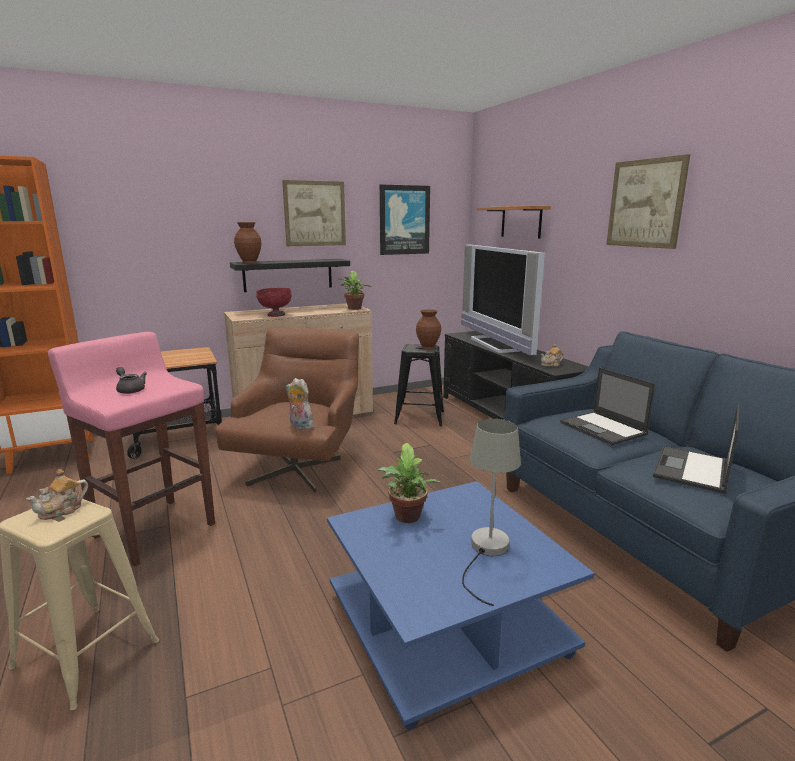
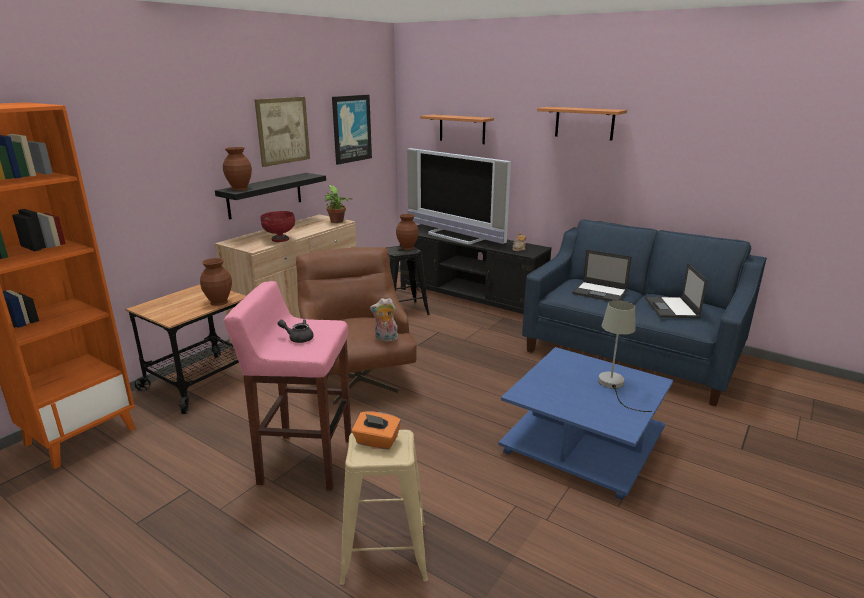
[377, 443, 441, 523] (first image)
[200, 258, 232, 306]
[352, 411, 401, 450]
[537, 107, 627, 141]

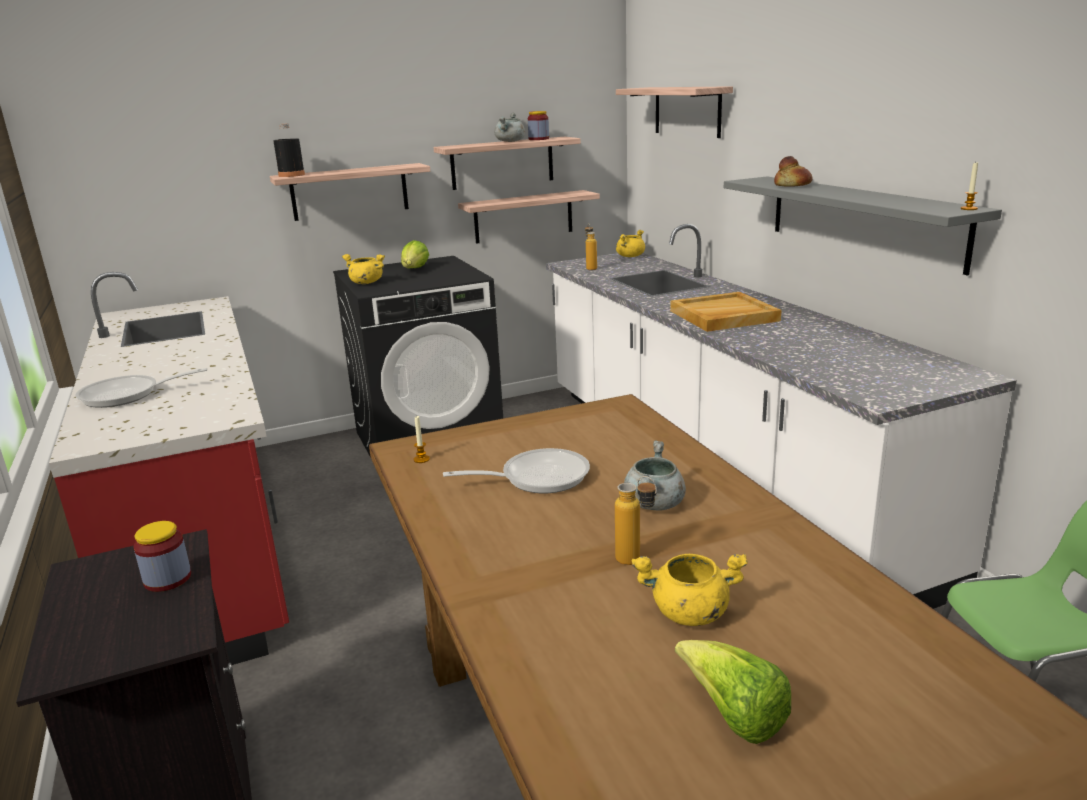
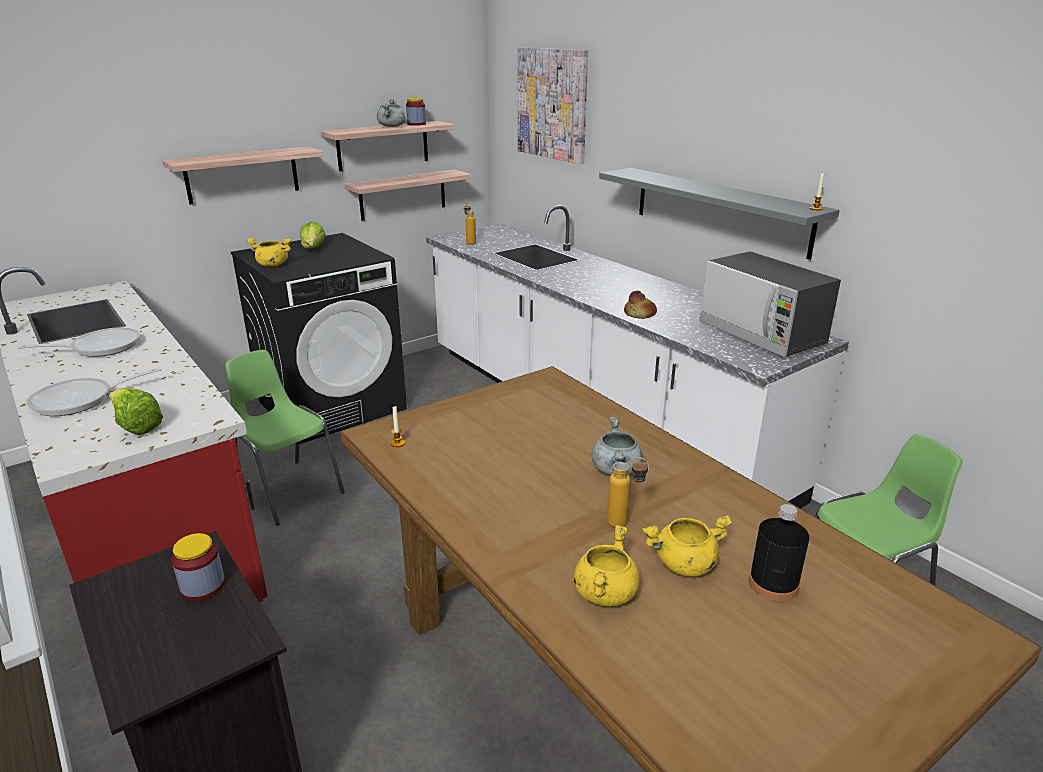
[670, 292, 782, 332] (first image)
[225, 350, 345, 526]
[699, 251, 841, 357]
[749, 504, 809, 601]
[17, 327, 140, 357]
[574, 525, 640, 606]
[109, 388, 163, 435]
[624, 291, 657, 319]
[517, 47, 588, 164]

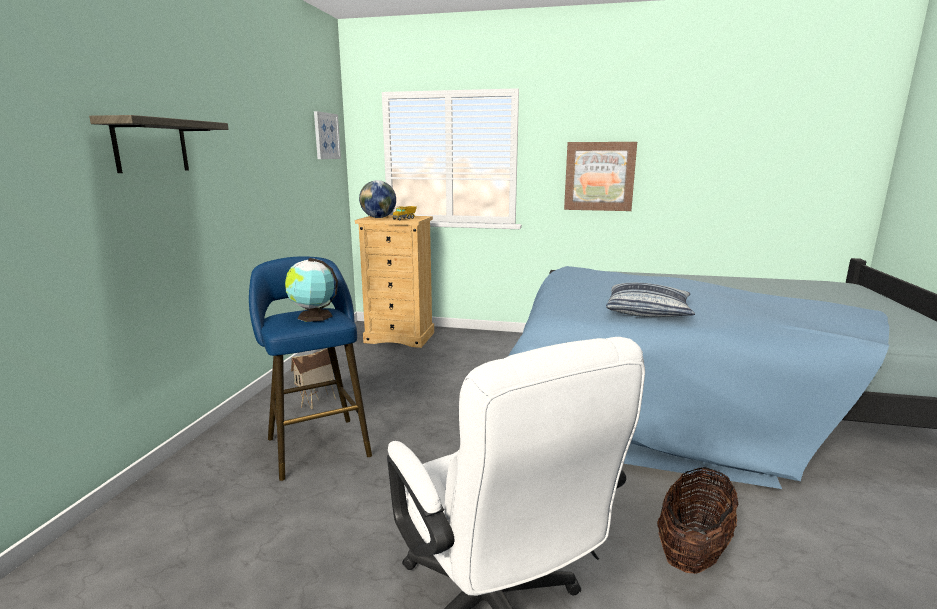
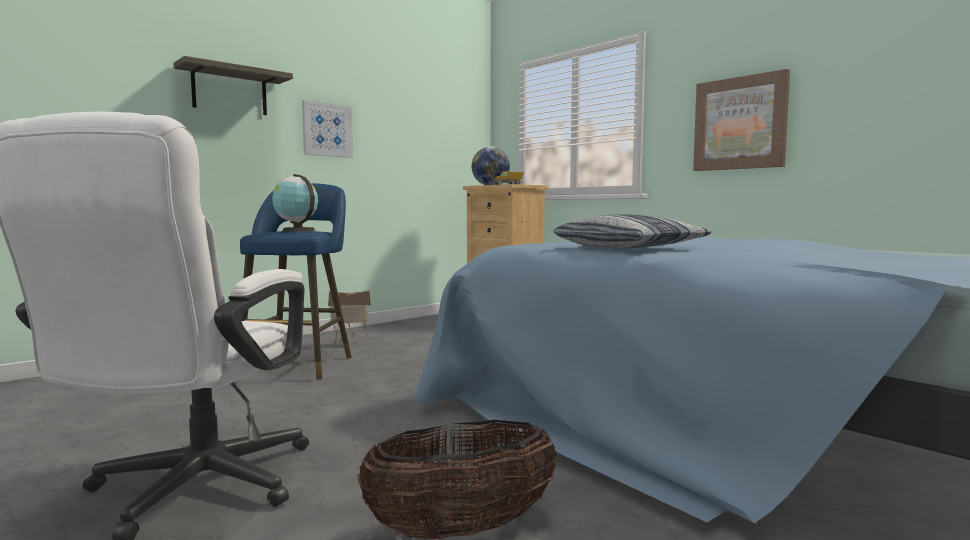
[302, 100, 353, 158]

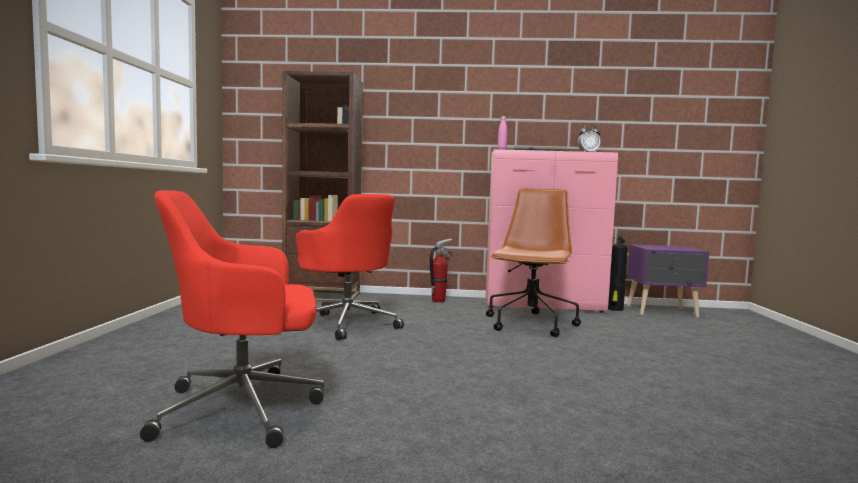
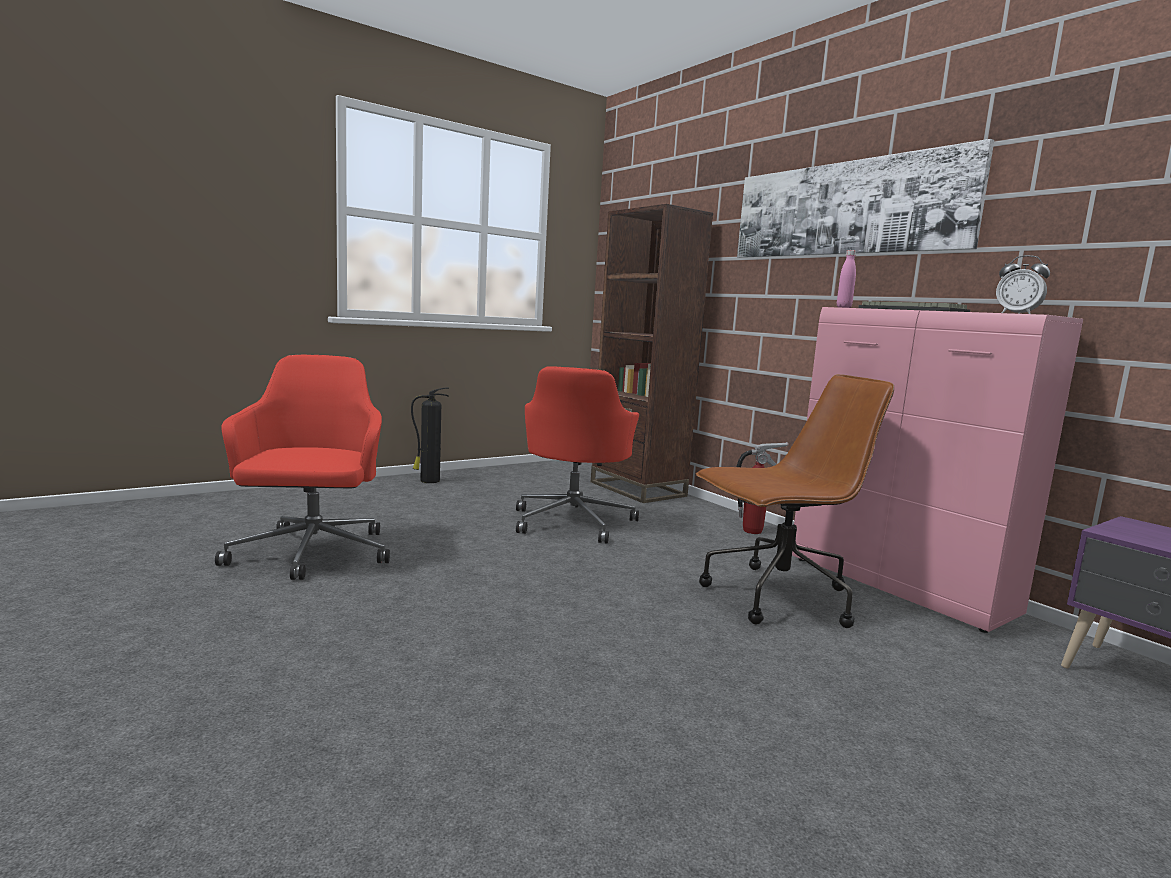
[737, 139, 994, 258]
[411, 387, 449, 483]
[215, 355, 390, 580]

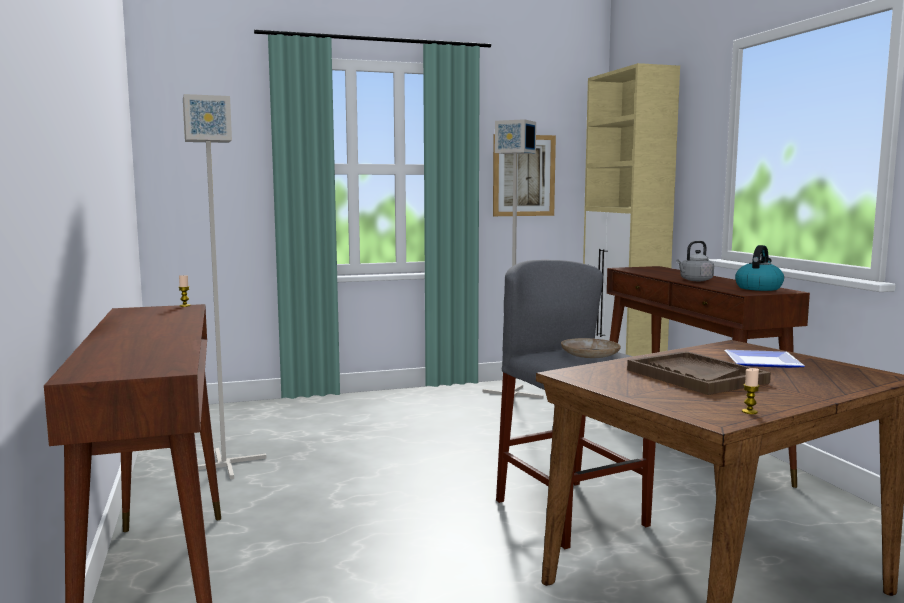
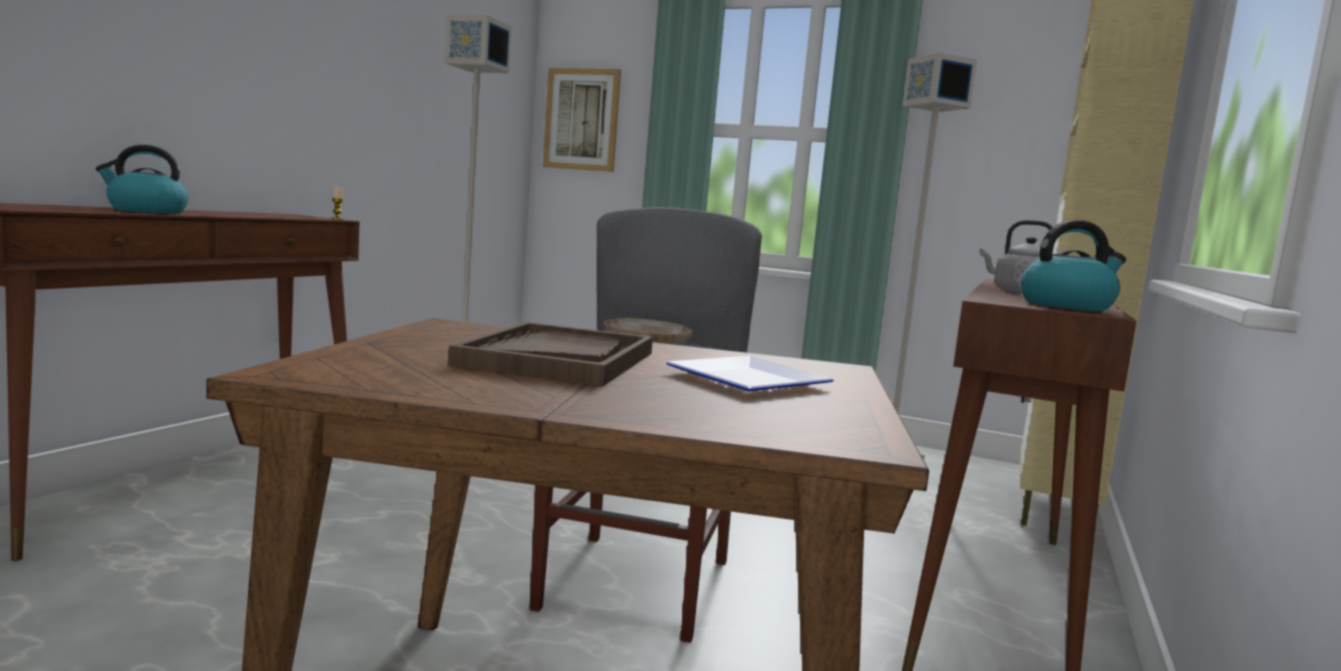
[742, 368, 760, 414] (first image)
[96, 145, 188, 214]
[543, 68, 621, 172]

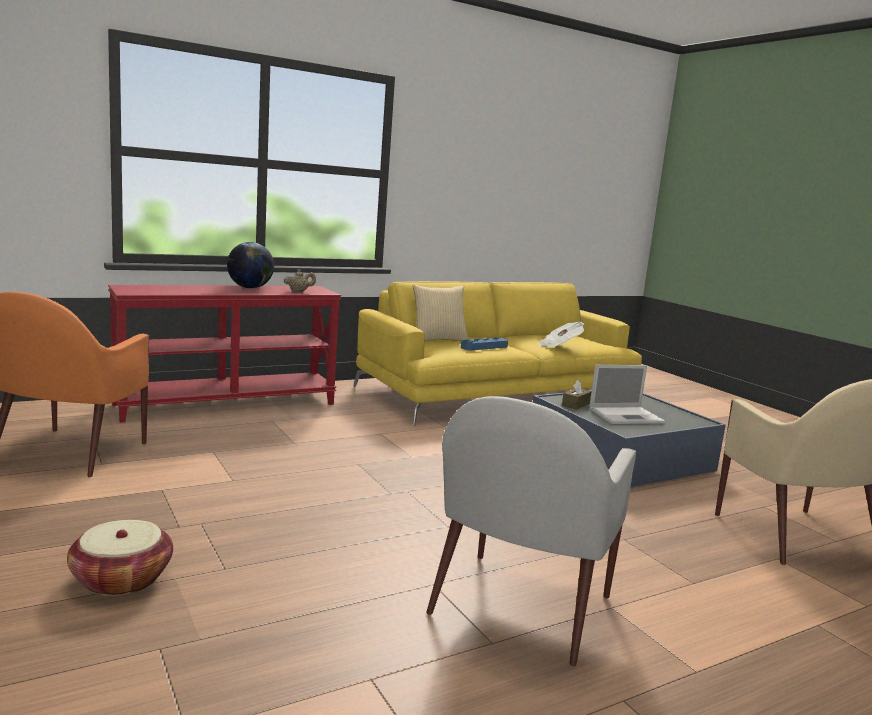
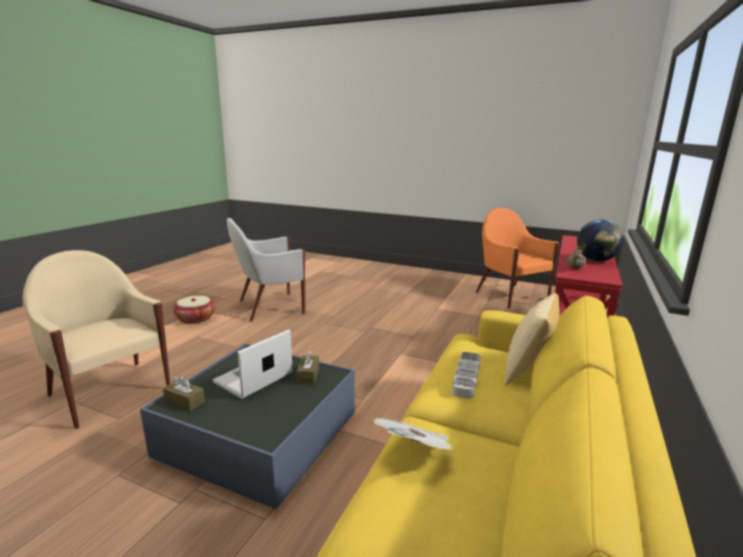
[163, 376, 205, 411]
[173, 295, 216, 324]
[452, 352, 481, 399]
[227, 218, 305, 322]

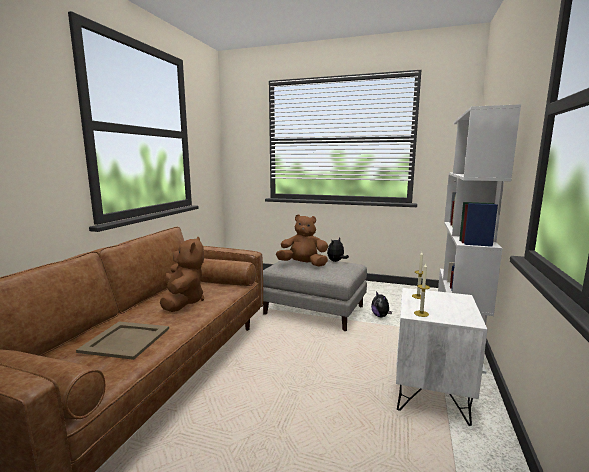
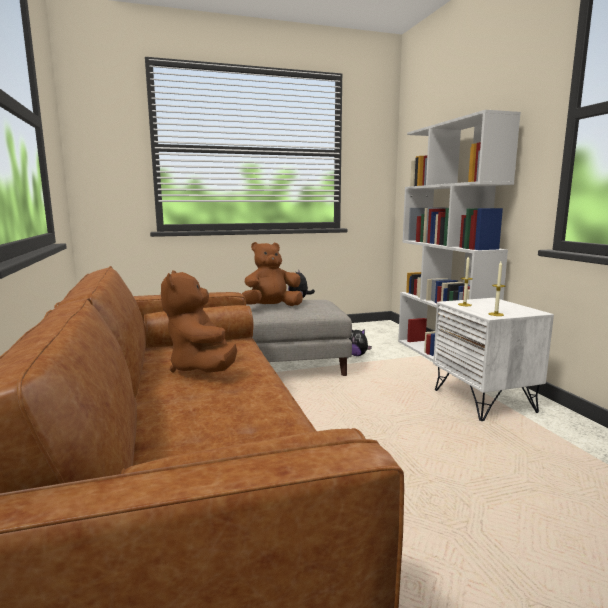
[76, 321, 169, 360] (first image)
[161, 271, 237, 373]

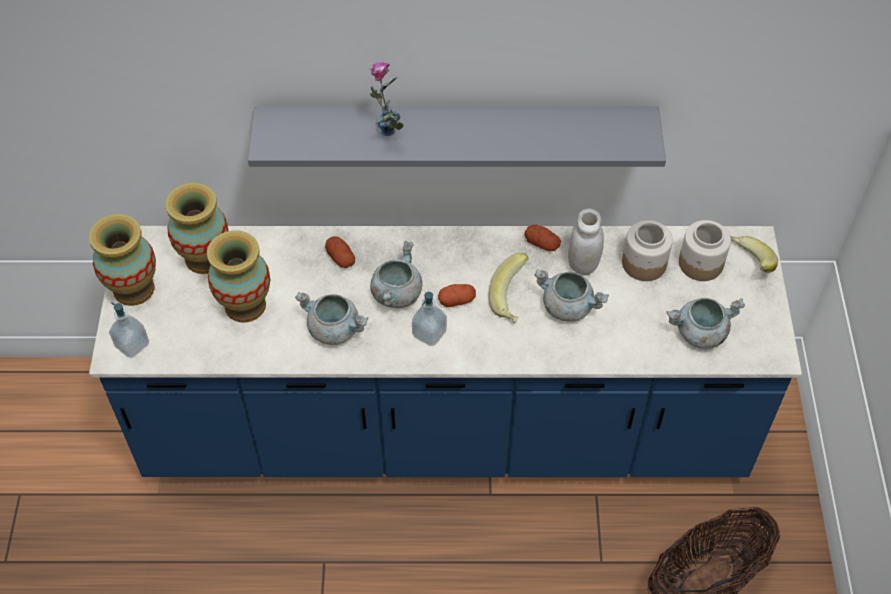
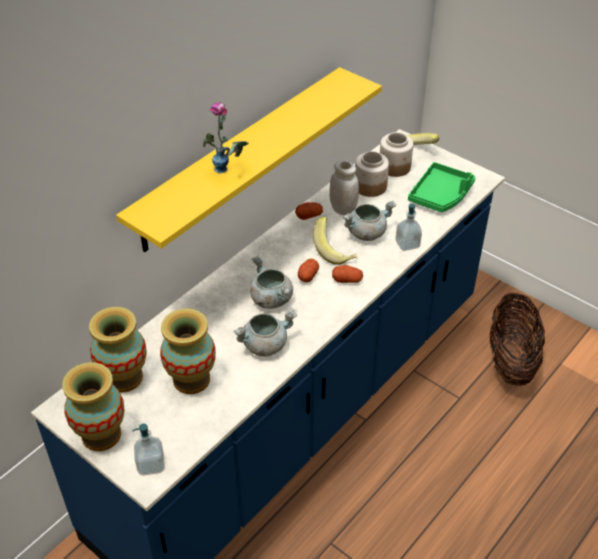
[332, 265, 363, 283]
[395, 203, 422, 251]
[408, 162, 475, 212]
[116, 67, 382, 252]

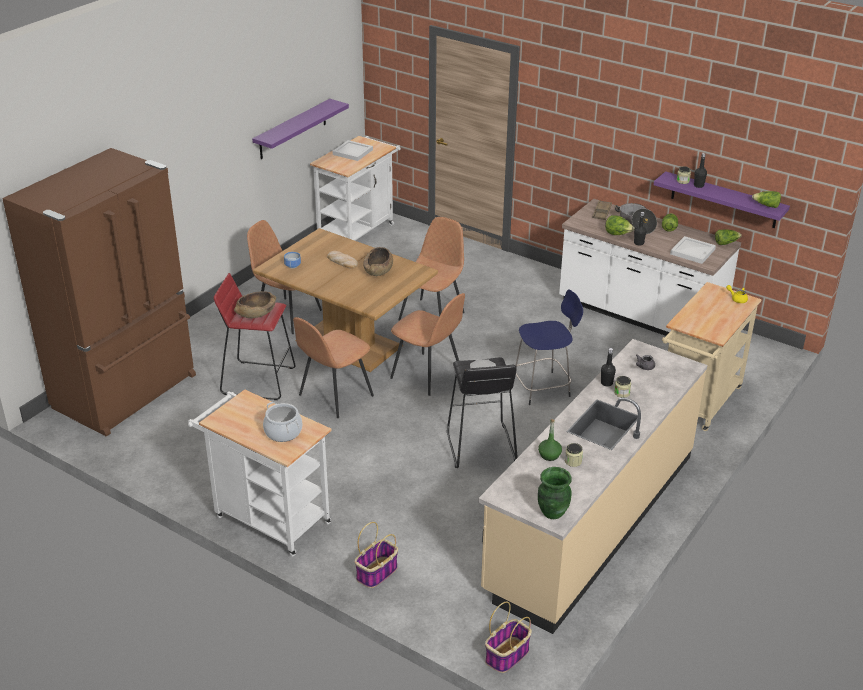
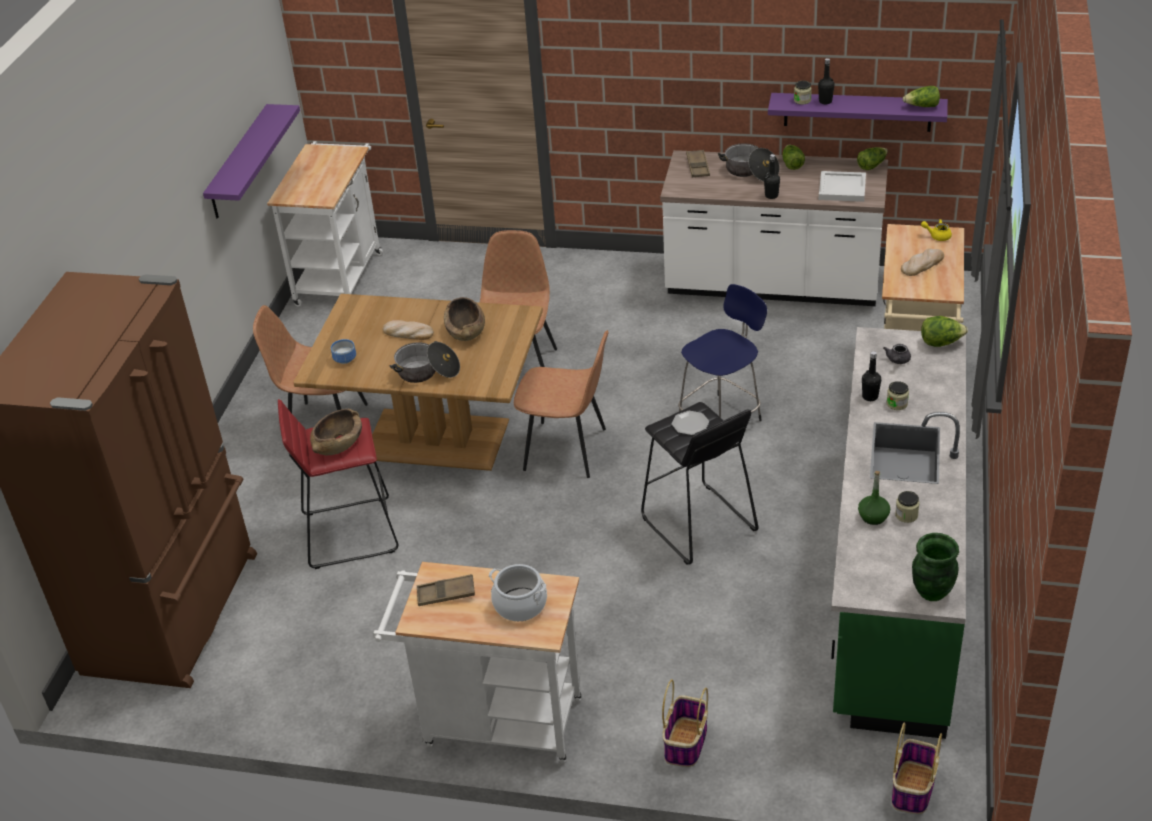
[293, 317, 374, 418] (first image)
[333, 140, 373, 161] (first image)
[390, 341, 460, 383]
[417, 574, 475, 606]
[901, 248, 944, 276]
[921, 316, 968, 347]
[831, 327, 966, 739]

